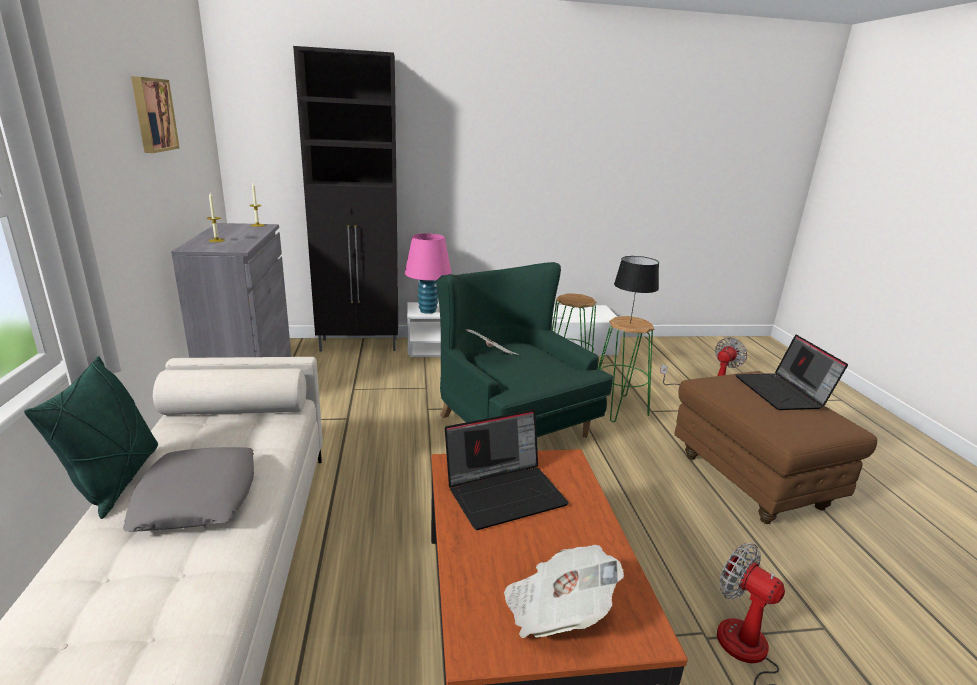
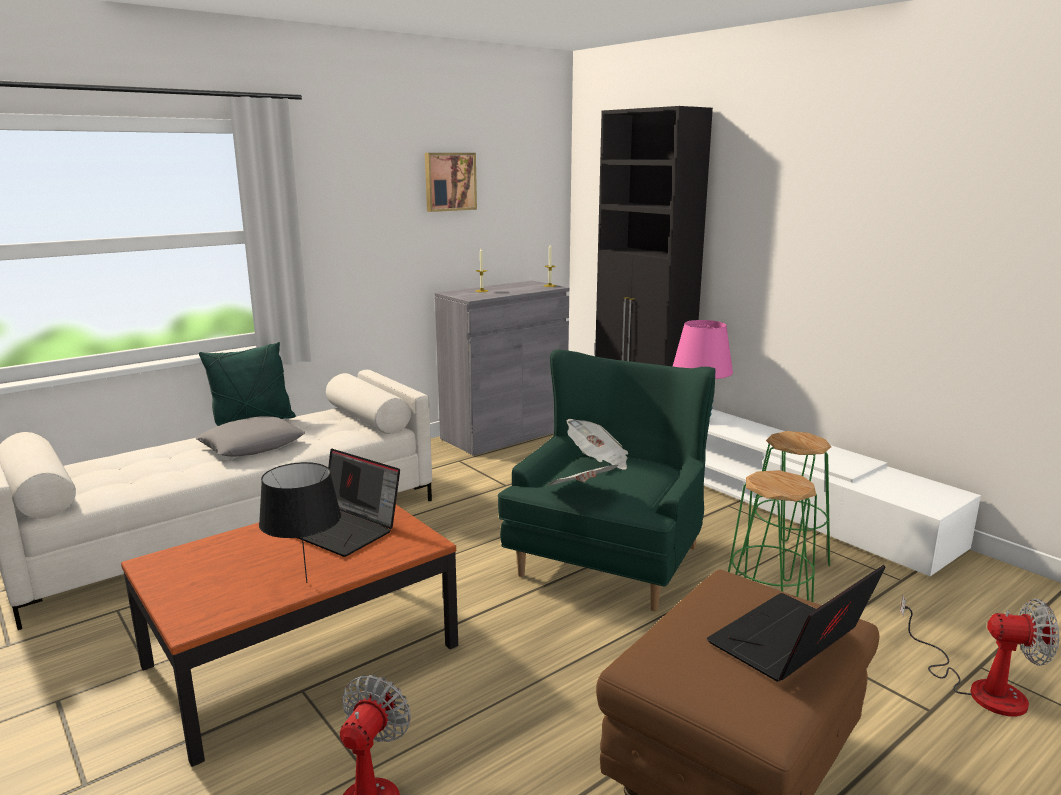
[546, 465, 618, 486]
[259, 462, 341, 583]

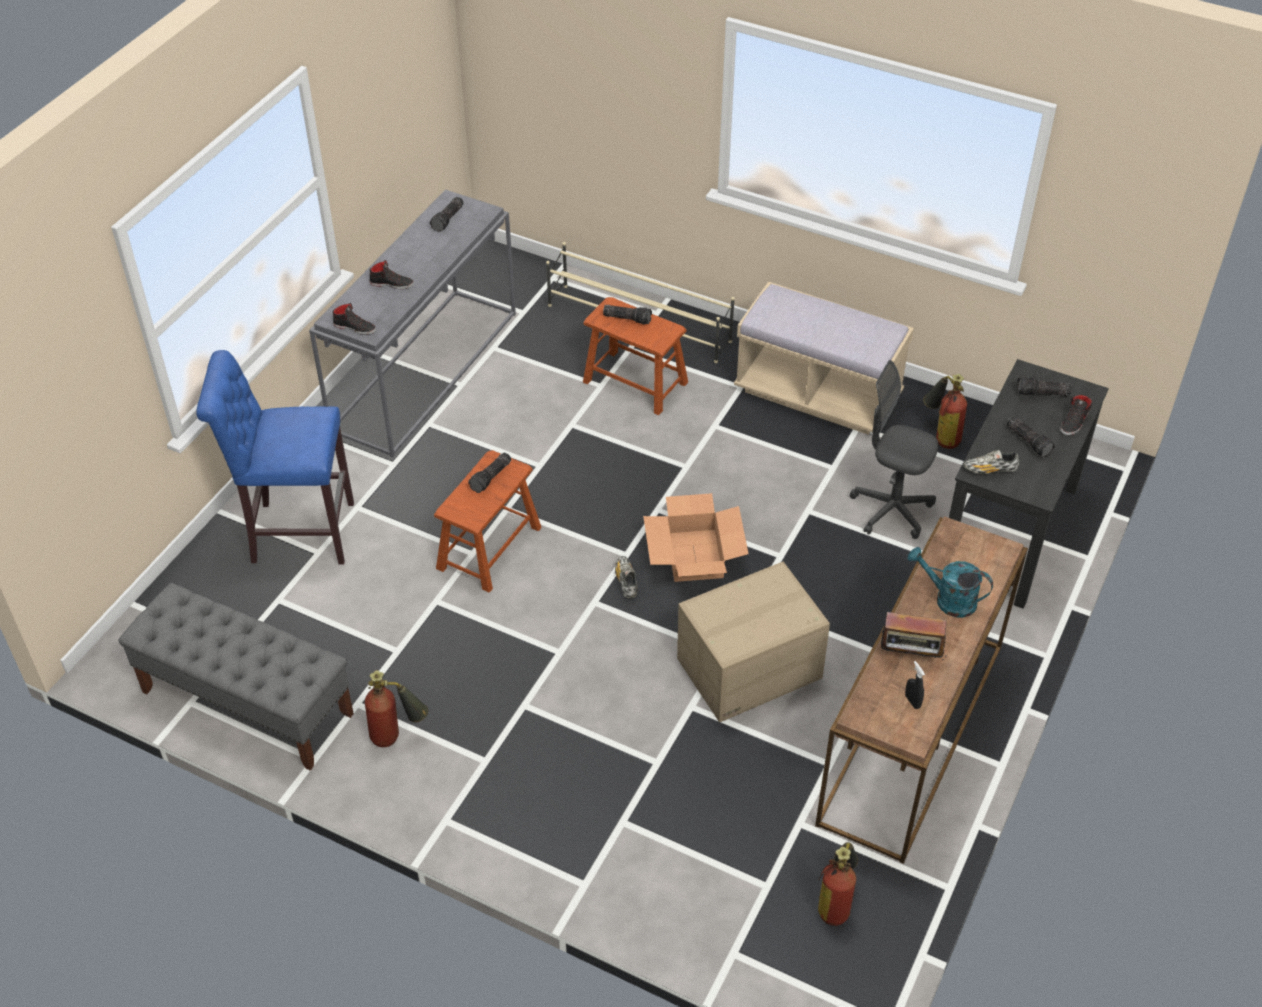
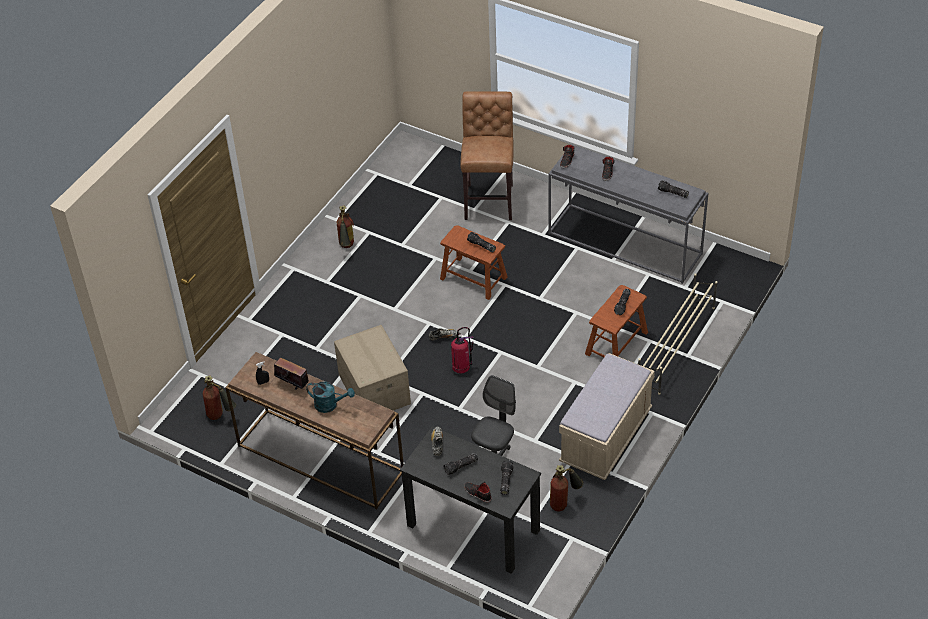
[118, 583, 354, 771] (first image)
[451, 327, 474, 373]
[460, 91, 514, 220]
[274, 358, 309, 390]
[306, 381, 355, 413]

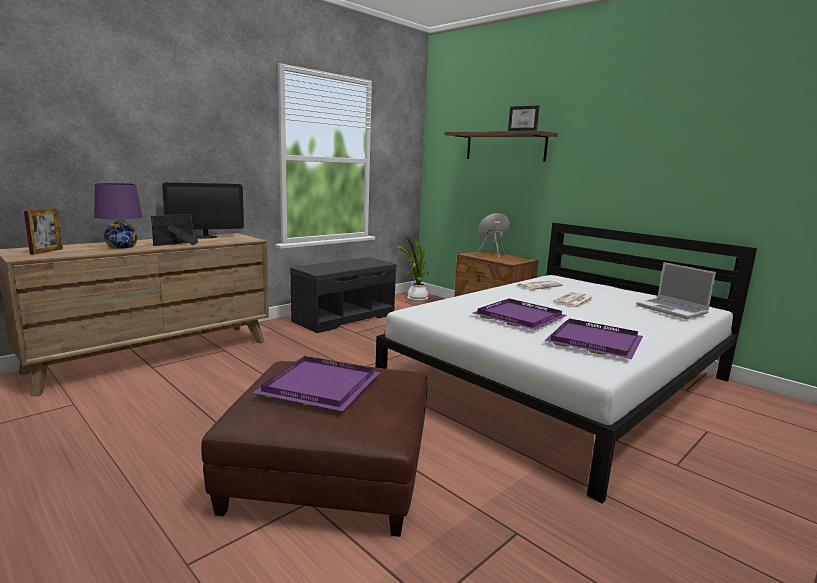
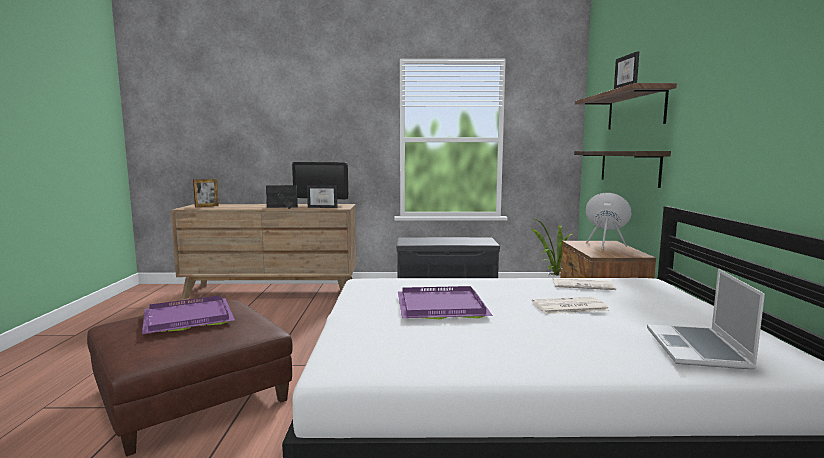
[94, 183, 143, 249] (first image)
[544, 318, 643, 359] (first image)
[307, 185, 337, 208]
[574, 151, 671, 188]

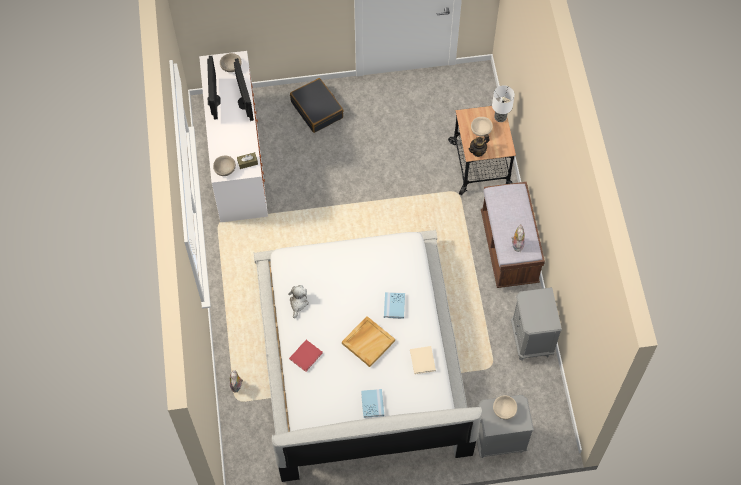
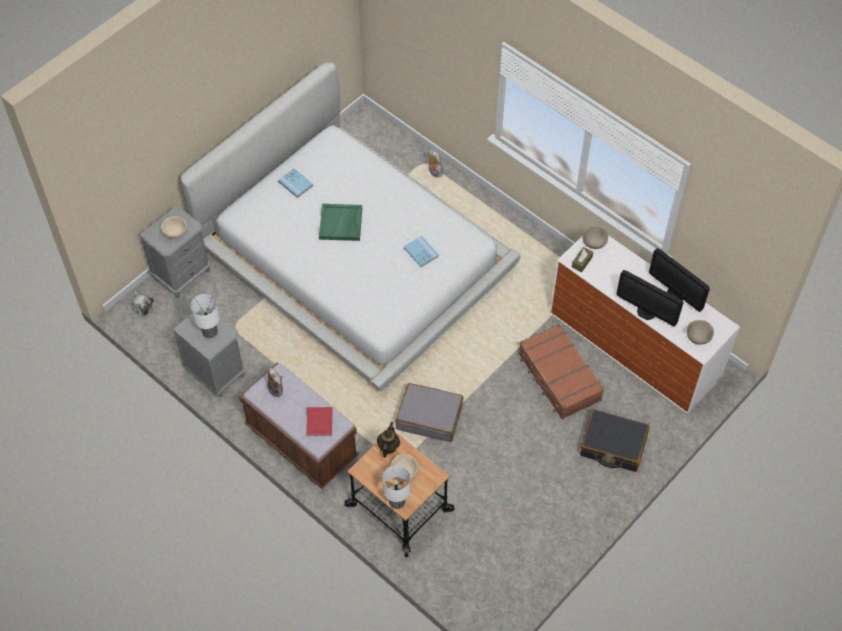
[410, 346, 436, 374] (first image)
[191, 294, 220, 339]
[396, 383, 464, 442]
[519, 324, 604, 419]
[133, 288, 154, 316]
[306, 407, 332, 436]
[404, 236, 439, 267]
[319, 204, 362, 241]

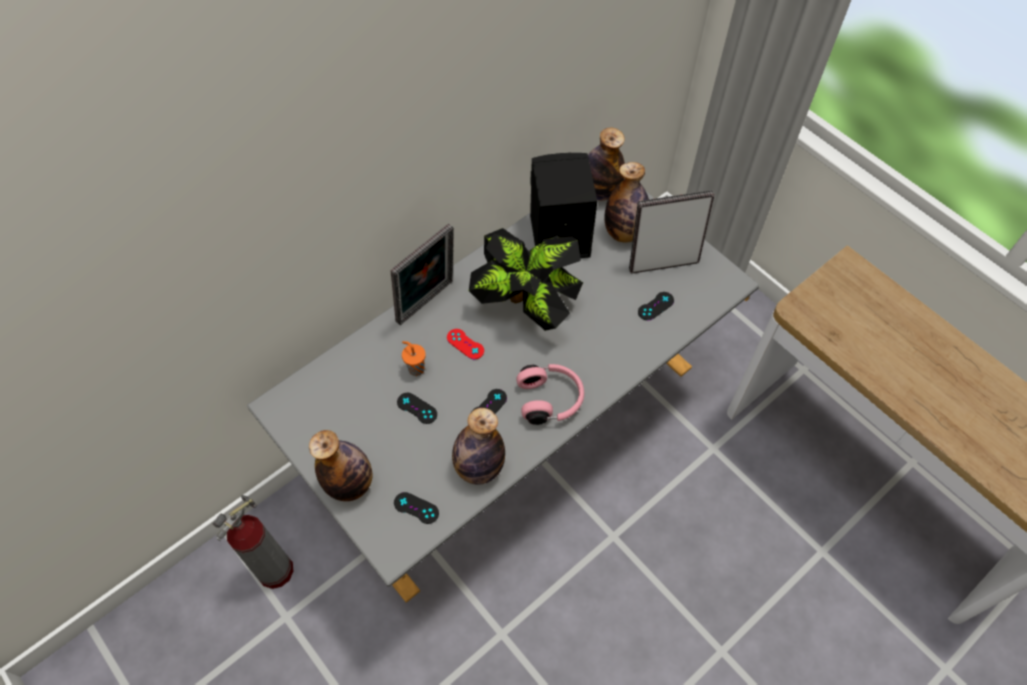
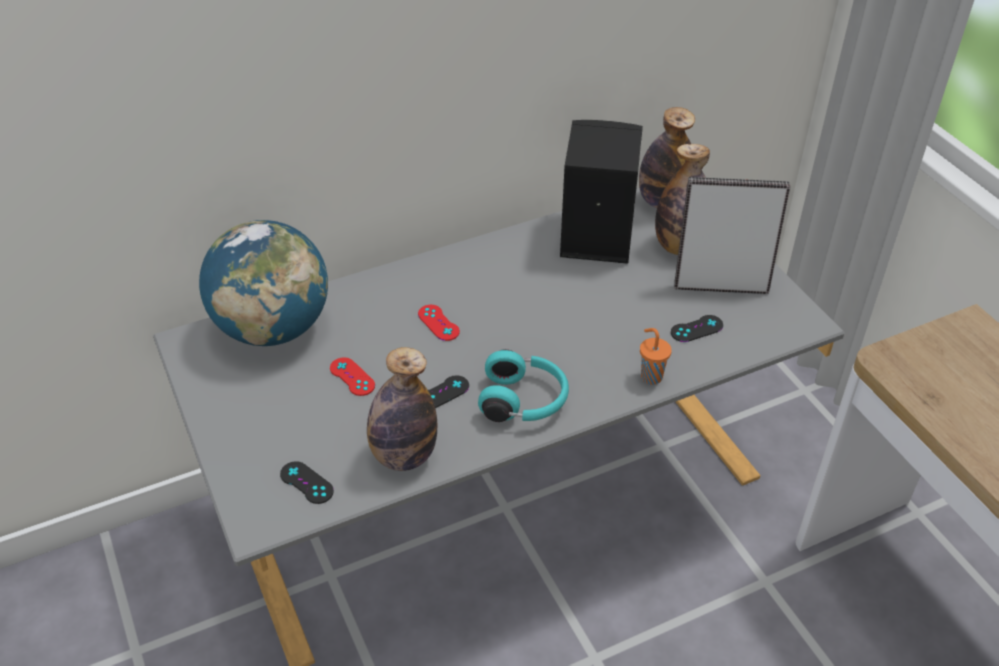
[213, 495, 294, 589] (first image)
[309, 430, 373, 501] (first image)
[390, 224, 454, 325] (first image)
[469, 228, 583, 331] (first image)
[199, 220, 328, 346]
[640, 328, 672, 385]
[330, 357, 375, 396]
[478, 349, 569, 422]

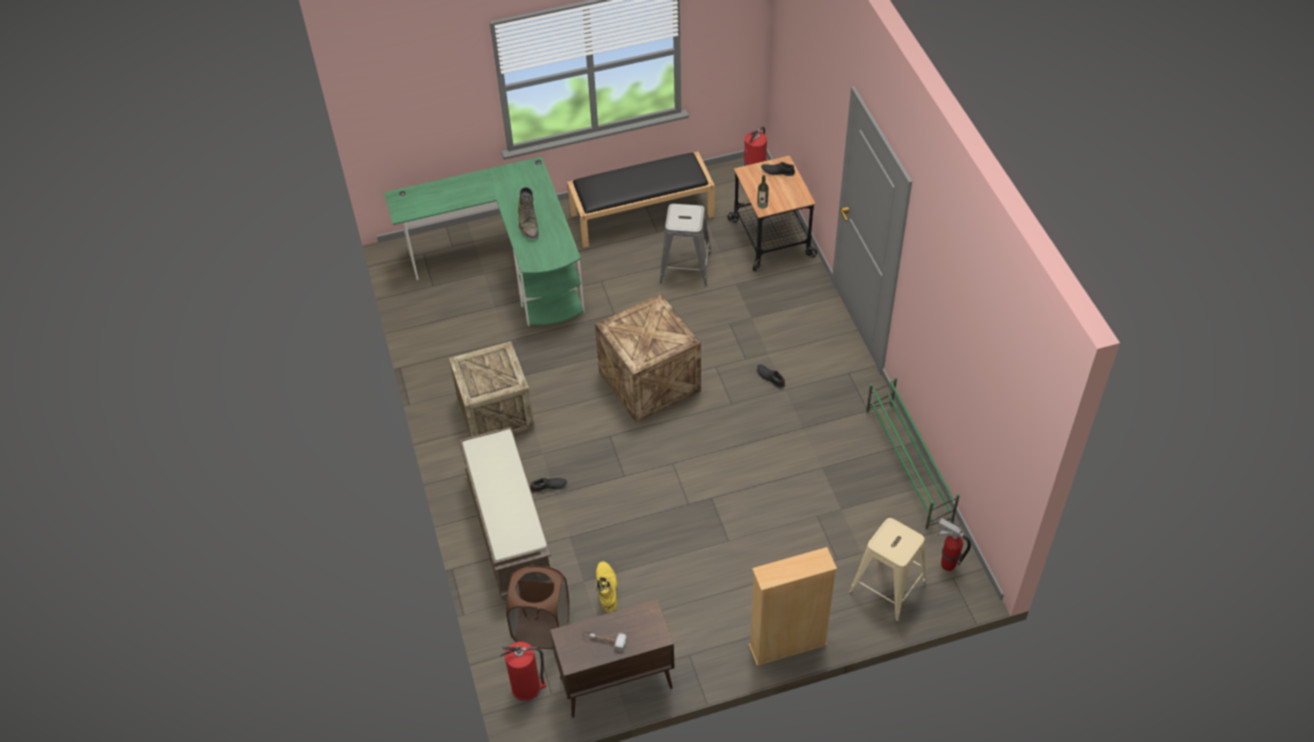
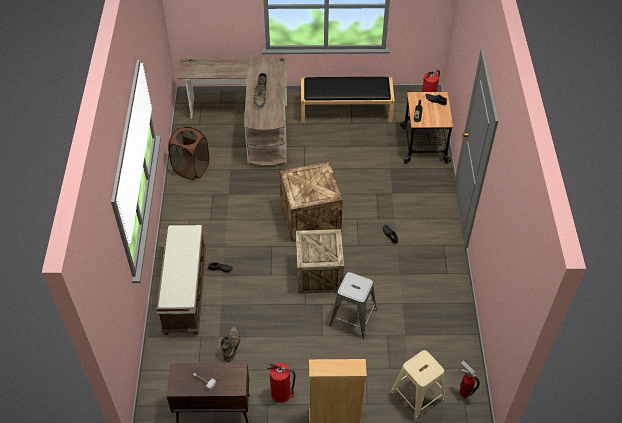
[866, 377, 960, 530] (first image)
[296, 229, 344, 294]
[267, 363, 295, 403]
[168, 127, 209, 180]
[329, 272, 377, 339]
[177, 57, 287, 166]
[221, 327, 241, 362]

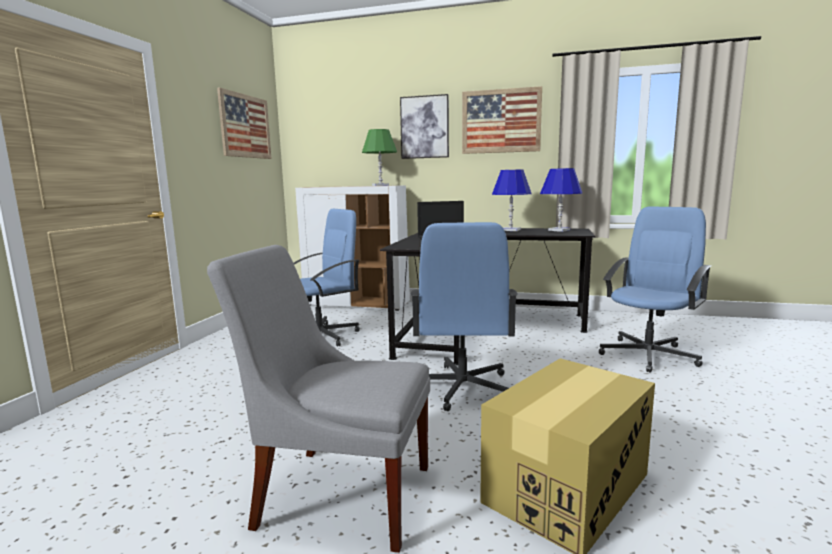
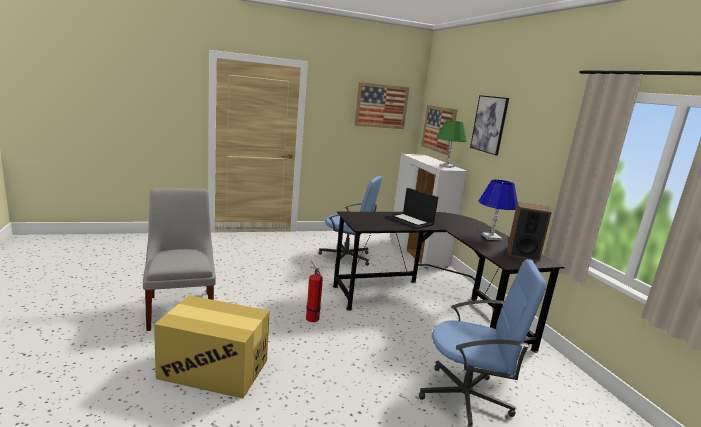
[421, 105, 458, 155]
[306, 260, 323, 322]
[507, 202, 552, 262]

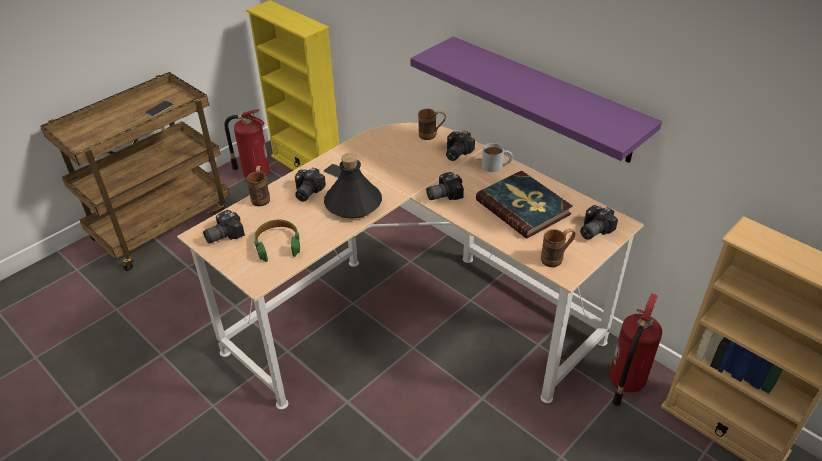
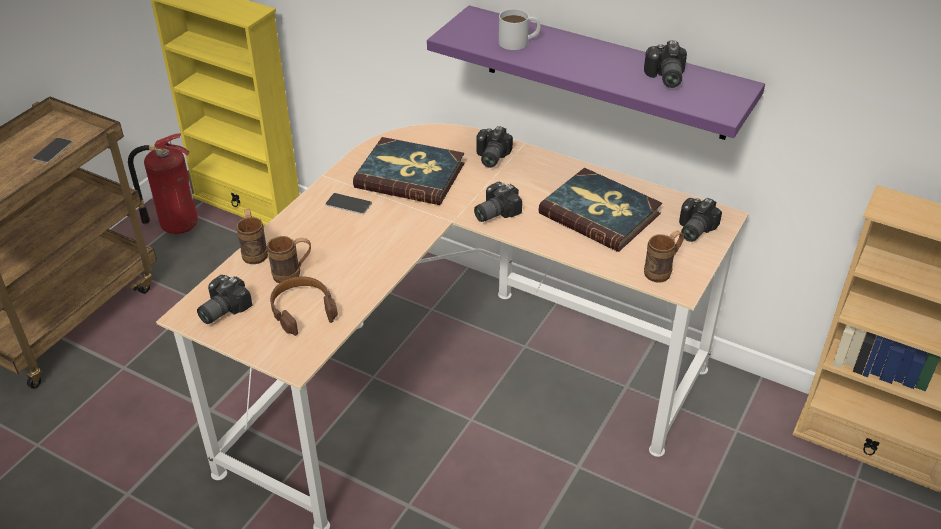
[324, 153, 382, 219] (first image)
[609, 293, 662, 407] (first image)
[353, 137, 464, 205]
[644, 41, 687, 88]
[267, 236, 311, 283]
[499, 9, 541, 50]
[270, 276, 338, 336]

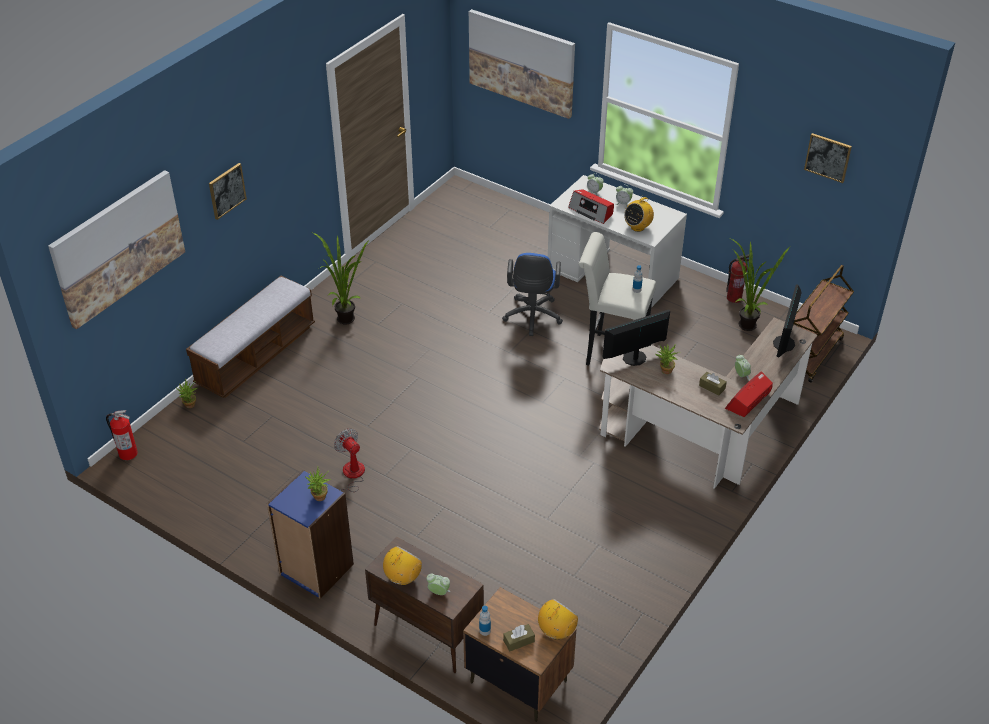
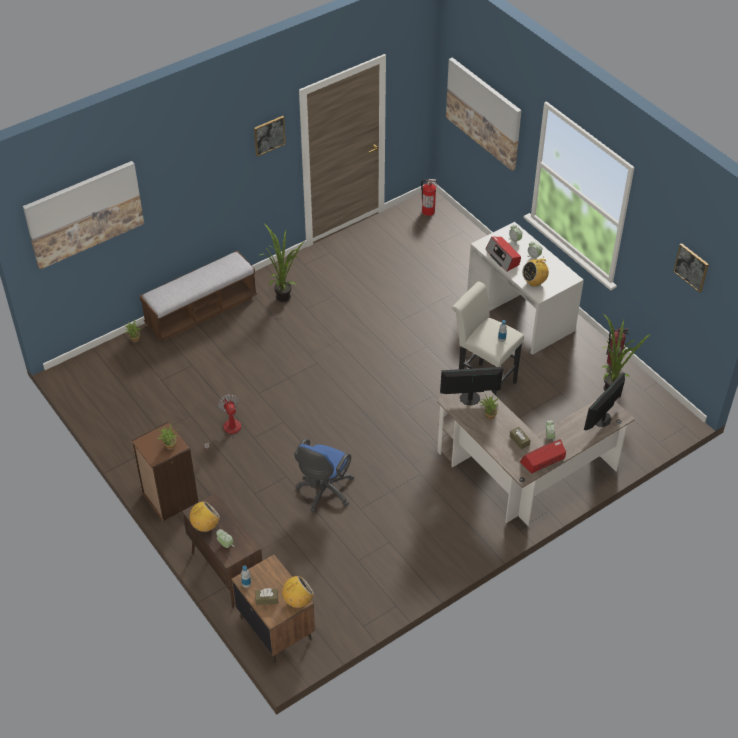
[793, 265, 854, 383] (first image)
[421, 179, 437, 216]
[254, 116, 286, 157]
[294, 438, 354, 512]
[131, 422, 198, 521]

